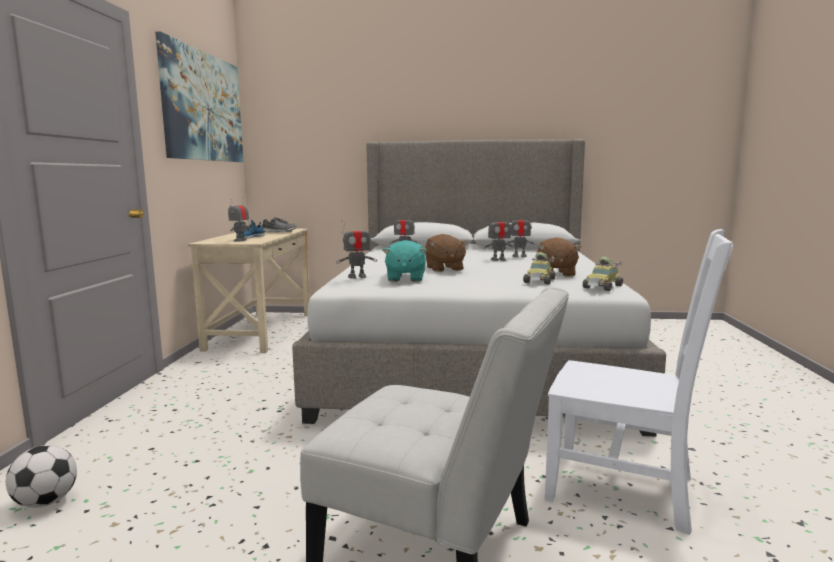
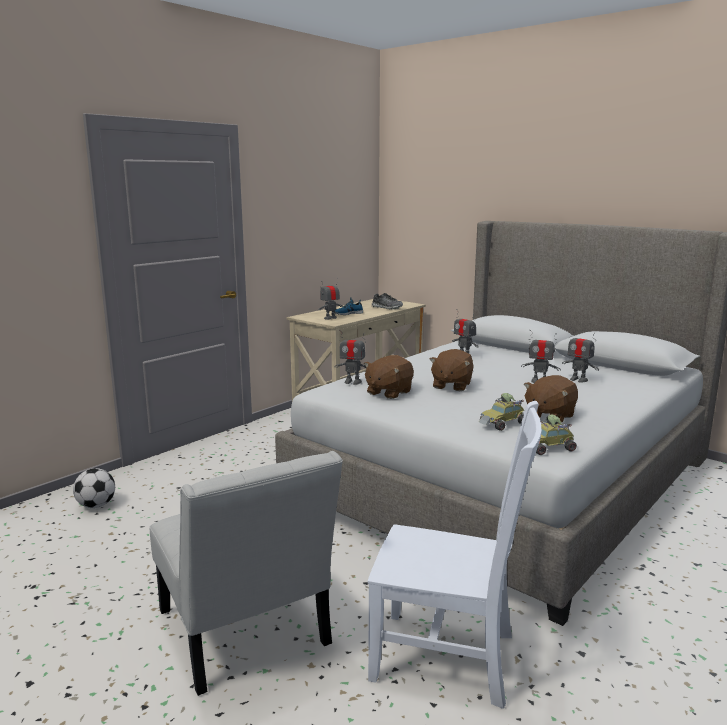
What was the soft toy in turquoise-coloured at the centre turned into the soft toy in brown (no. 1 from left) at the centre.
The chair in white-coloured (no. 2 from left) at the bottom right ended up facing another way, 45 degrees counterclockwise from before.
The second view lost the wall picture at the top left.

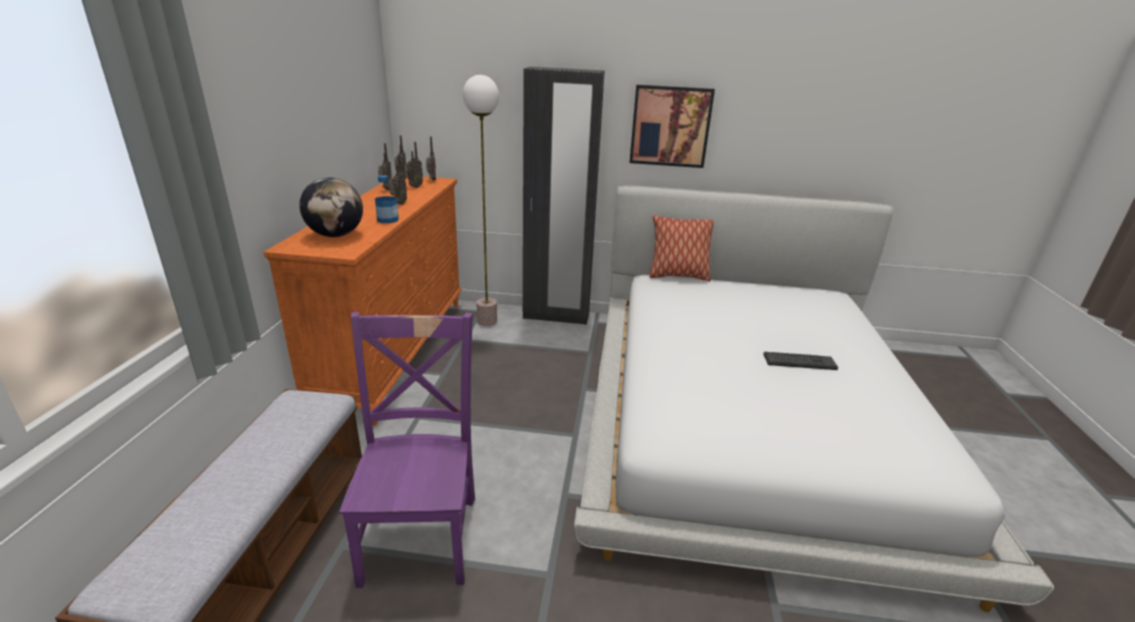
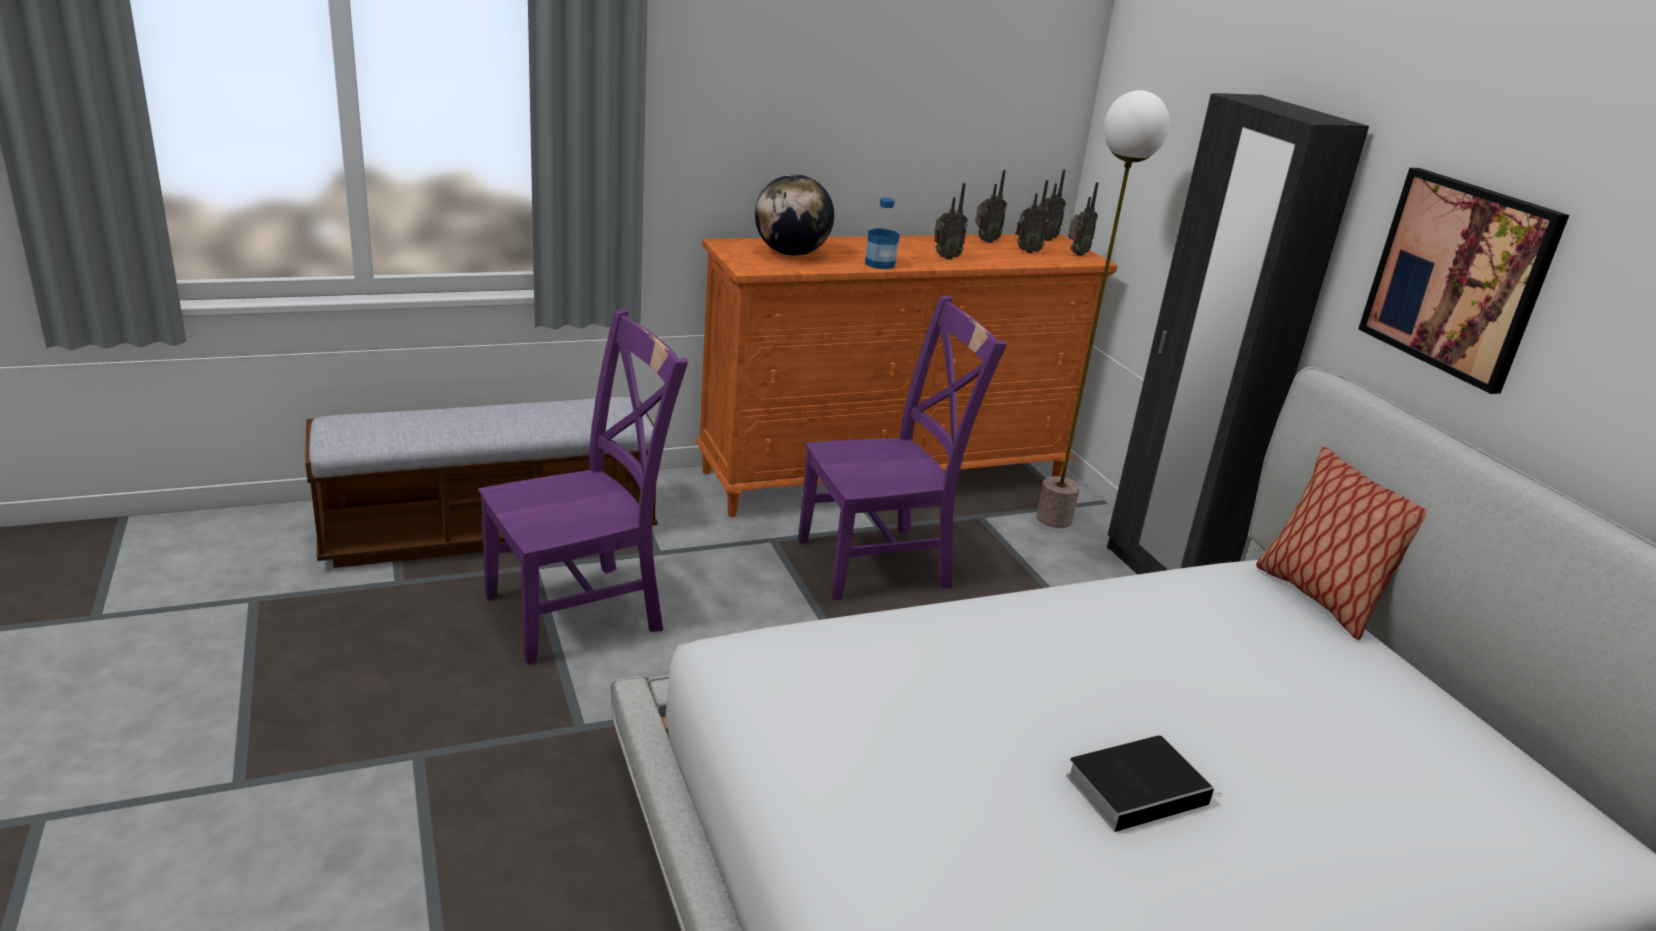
The second view gained the chair in purple (no. 2 from left) at the centre.
Where the keyboard stood at the middle right, the book came to stand at the bottom right.

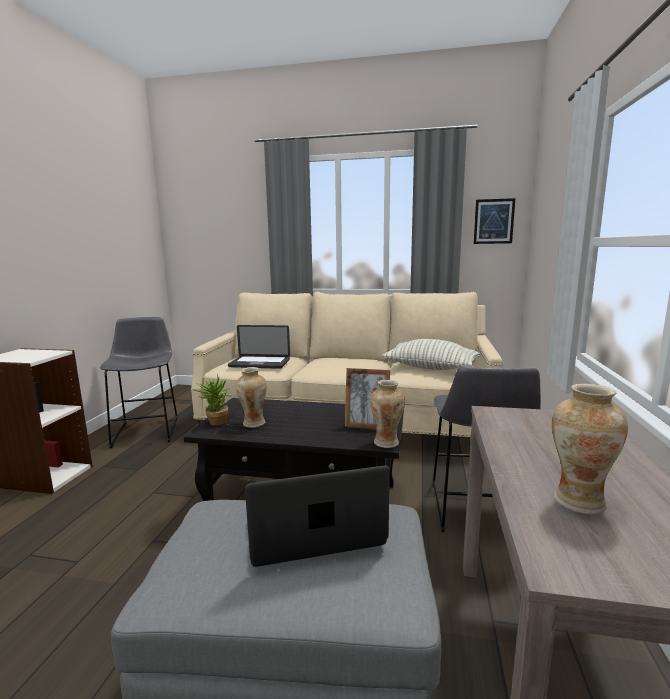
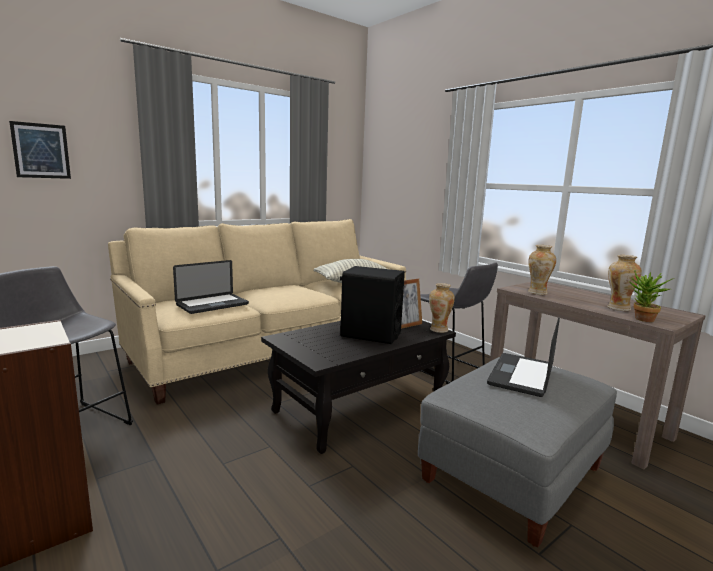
The wall picture ended up elsewhere, having gone from the top right to the top left.
The second view gained the speaker in black at the centre.
The decorative vase (no. 1 from left in the first image) ended up elsewhere, having gone from the centre to the middle right.
The houseplant ended up elsewhere, having gone from the middle left to the middle right.

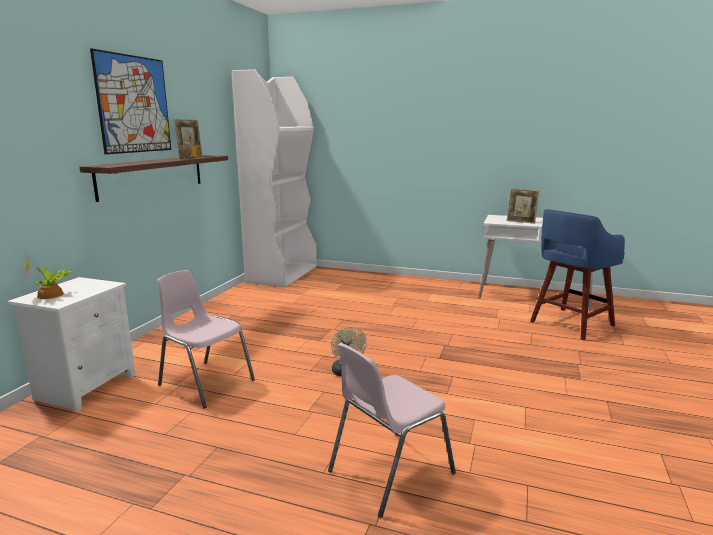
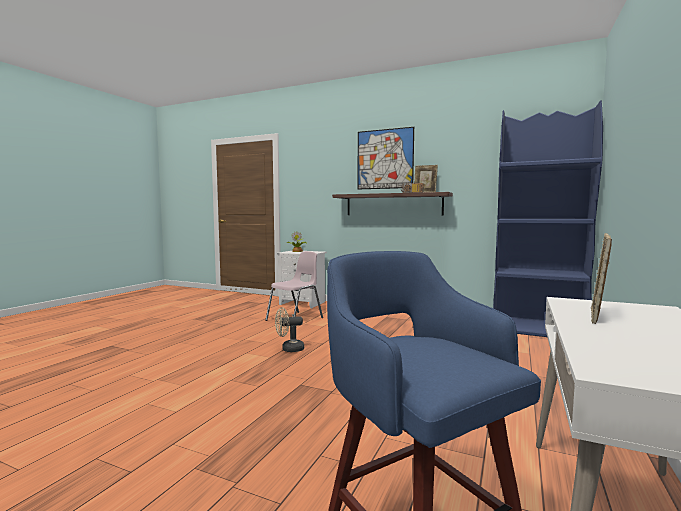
What was the bookcase in white-coloured at the top centre turned into the bookcase in blue-coloured at the middle right.
The second view lost the chair in pink (no. 2 from left) at the bottom centre.

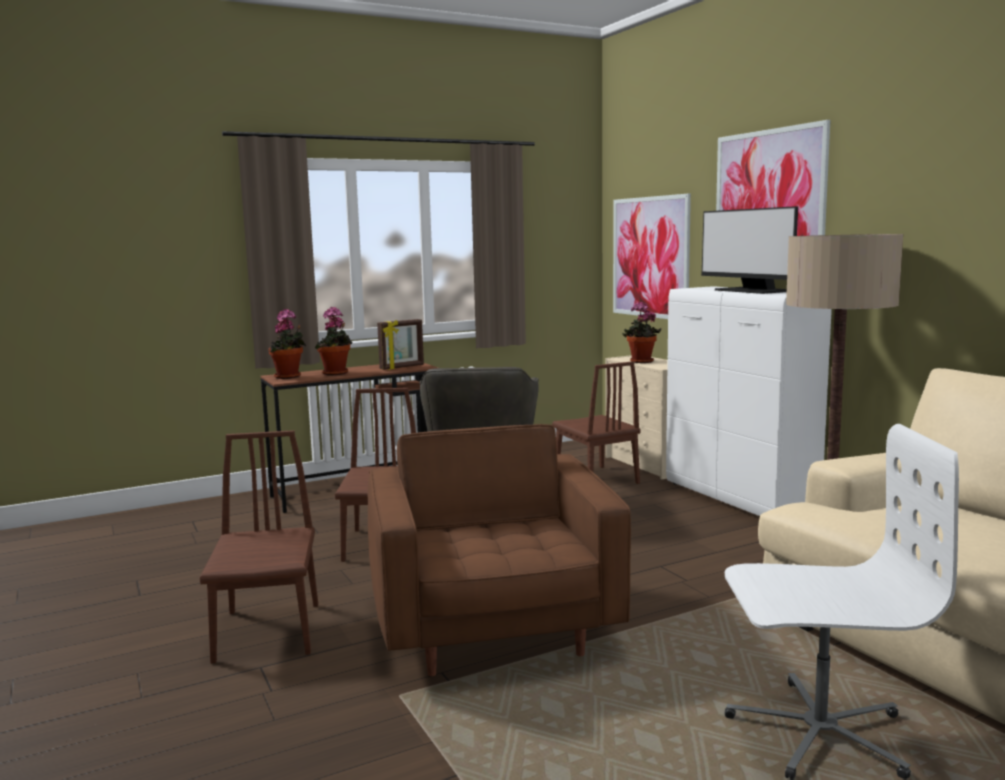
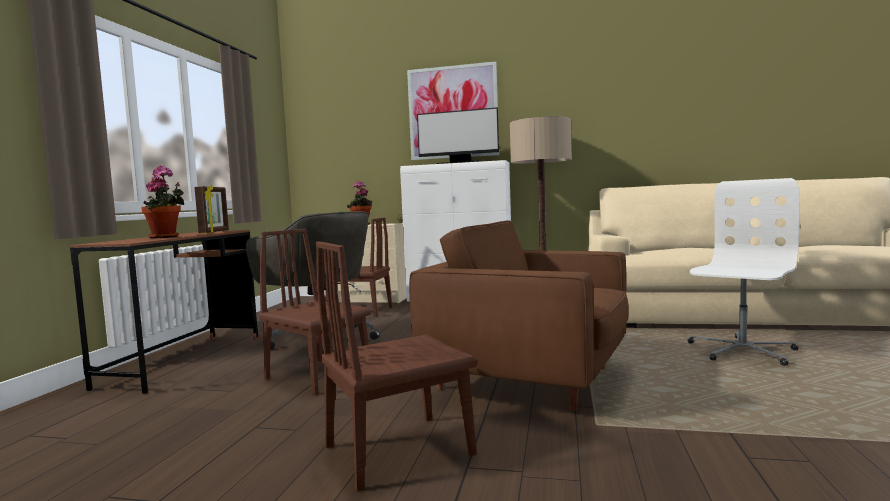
The chair in brown (no. 1 from left in the first image) at the bottom left ended up facing another way, 60 degrees counterclockwise from before.
The second view lost the houseplant (no. 1 from left) at the middle left.
The second view lost the wall picture (no. 1 from left) at the top centre.

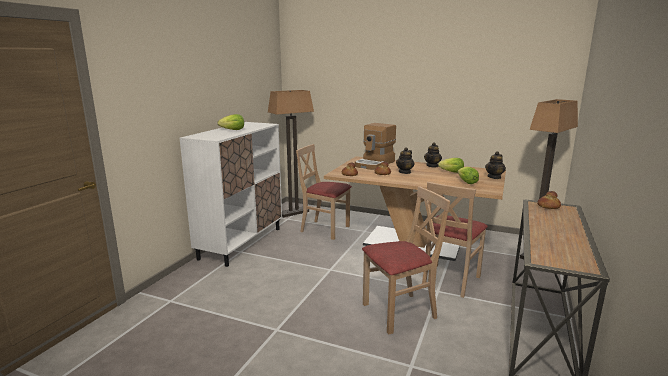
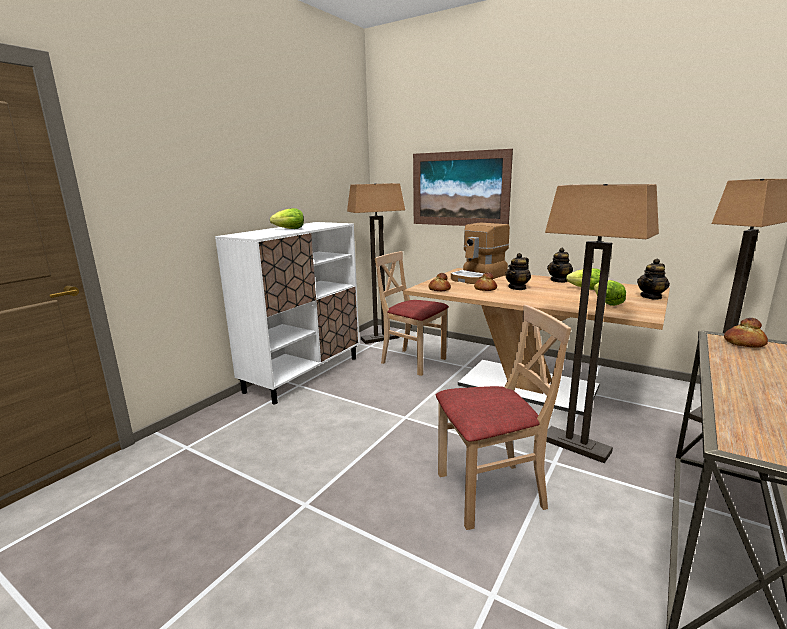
The second view gained the wall picture at the top centre.
Where the chair in beige (no. 3 from left) stood at the middle right, the standard lamp (no. 2 from left) came to stand at the middle right.

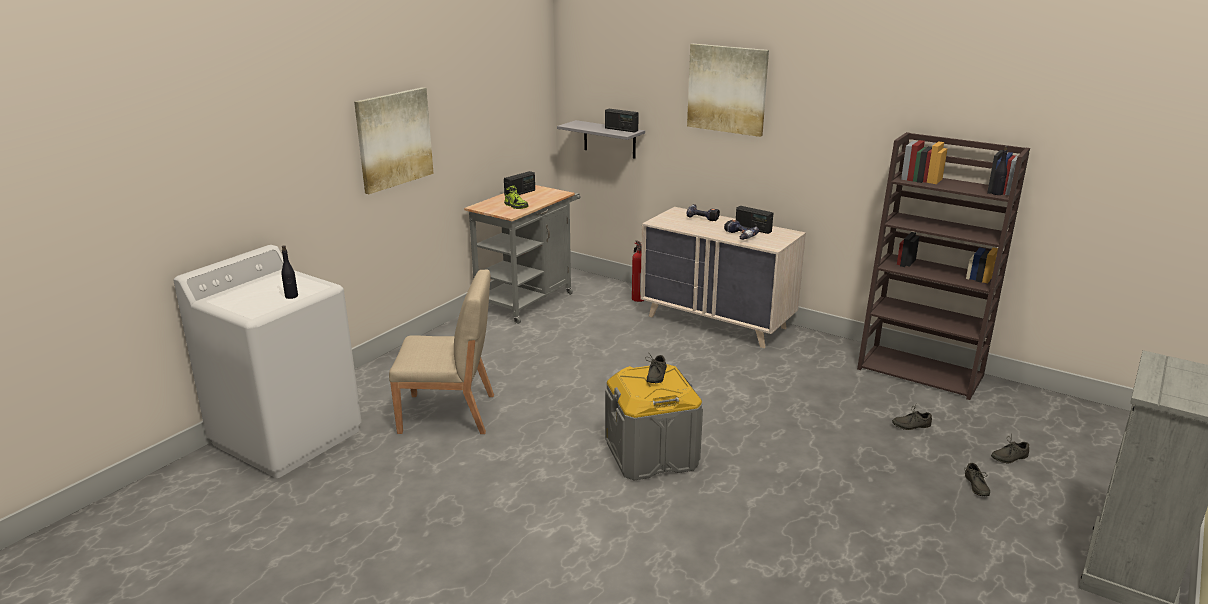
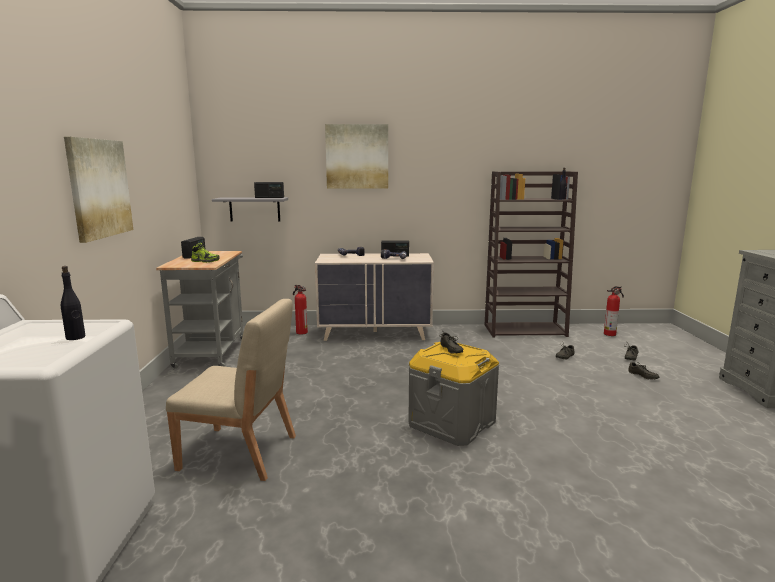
The chair in beige at the centre ended up facing another way, 45 degrees clockwise from before.
The second view gained the fire extinguisher (no. 2 from left) at the middle right.

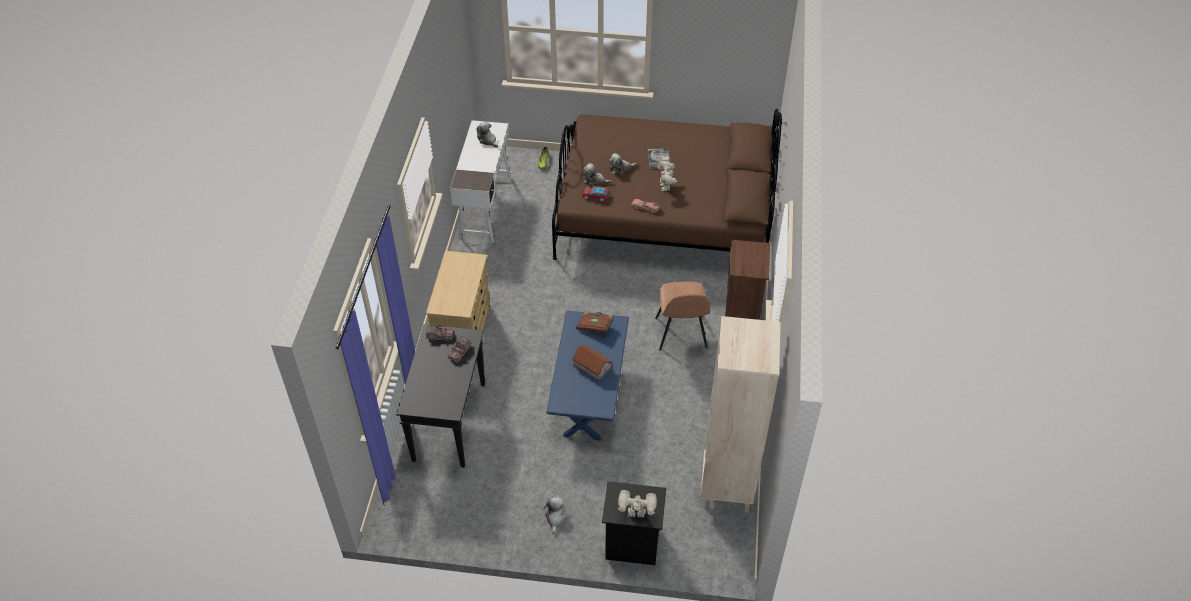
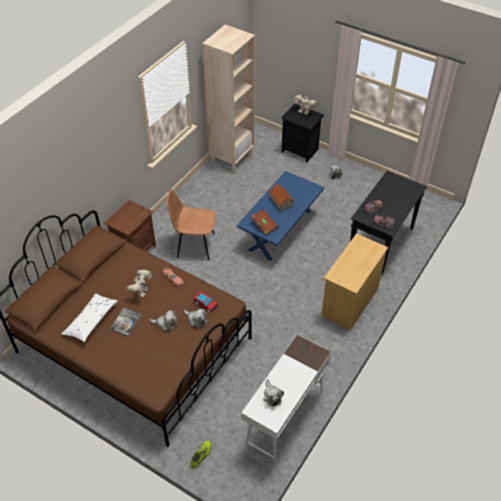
The second view gained the cushion in white-coloured at the middle left.
The chair in brown at the centre ended up facing another way, 105 degrees counterclockwise from before.

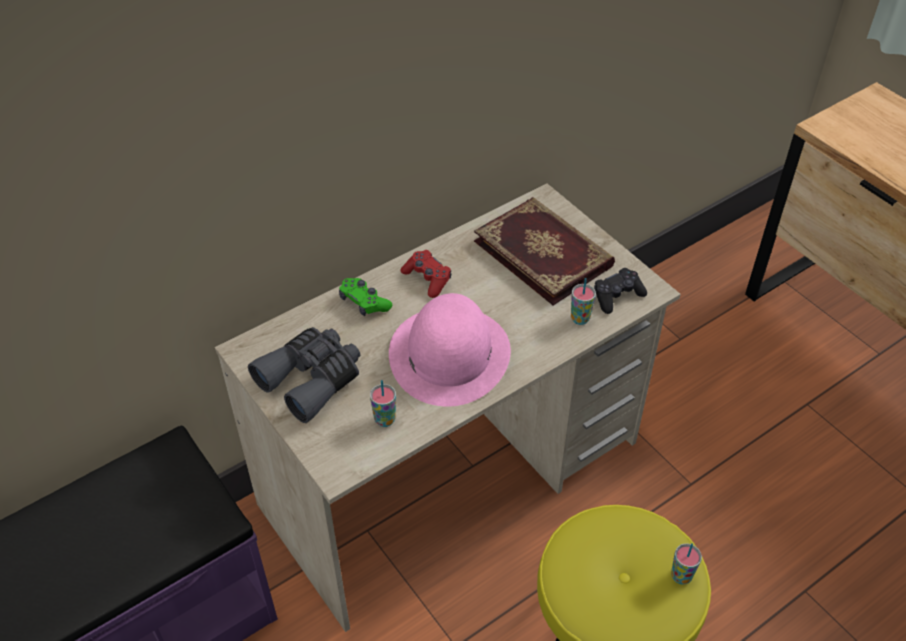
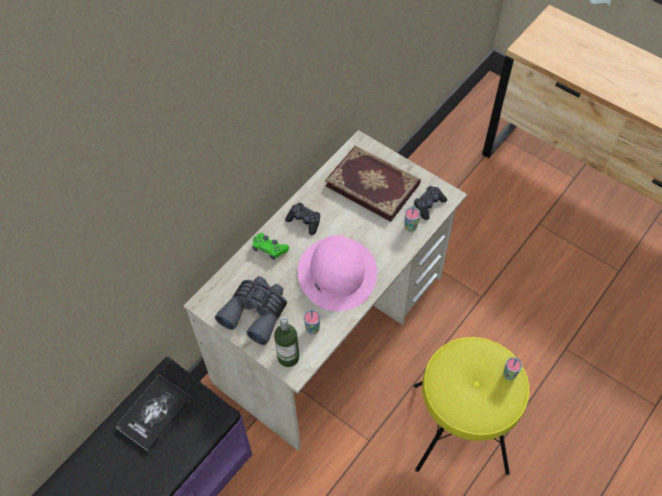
The second view gained the book (no. 1 from left) at the bottom left.
The second view gained the drink bottle at the bottom centre.
What was the gamepad in reddish at the centre turned into the gamepad in black (no. 1 from left) at the centre.

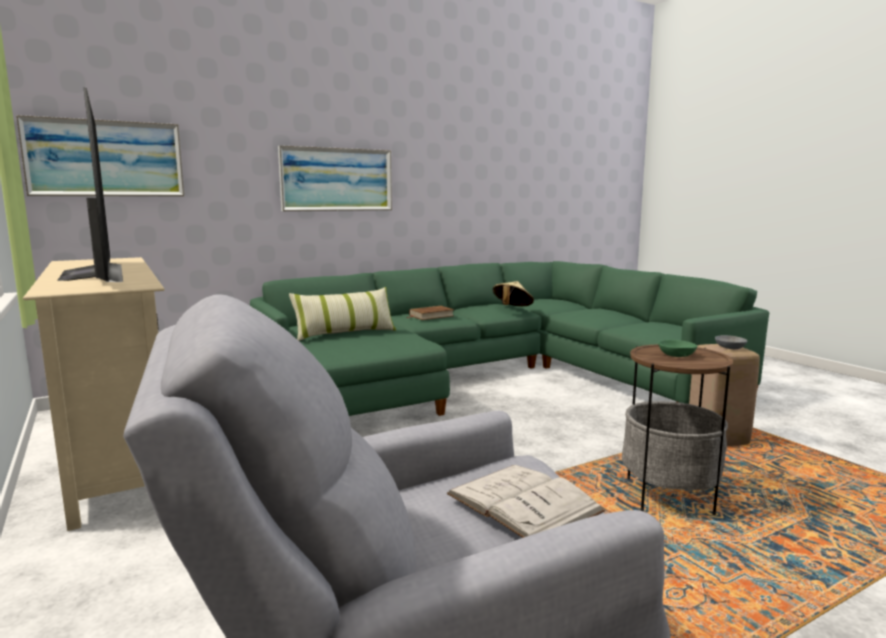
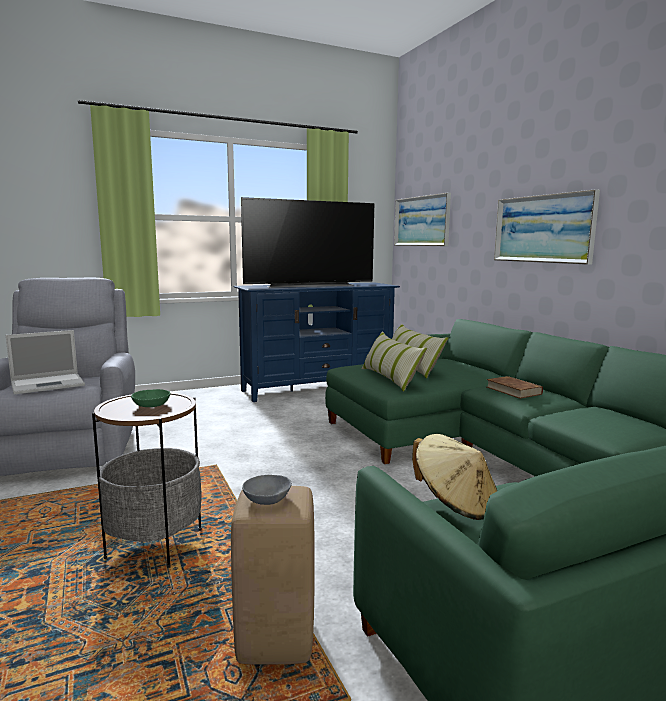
Where the book in white-coloured stood at the bottom centre, the notebook computer came to stand at the middle left.
What was the tv stand in beige at the middle left turned into the tv stand in blue-coloured at the centre.
The second view gained the cushion (no. 1 from left) at the centre.
The wearable hat in beige ended up elsewhere, having gone from the centre to the bottom right.

